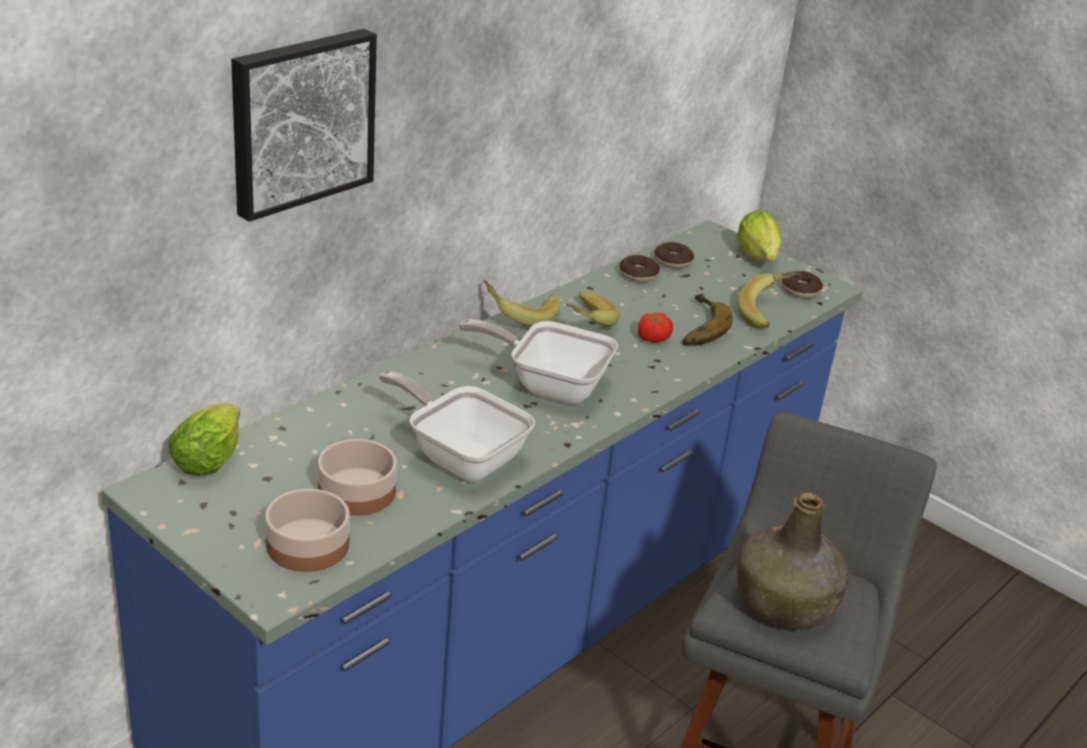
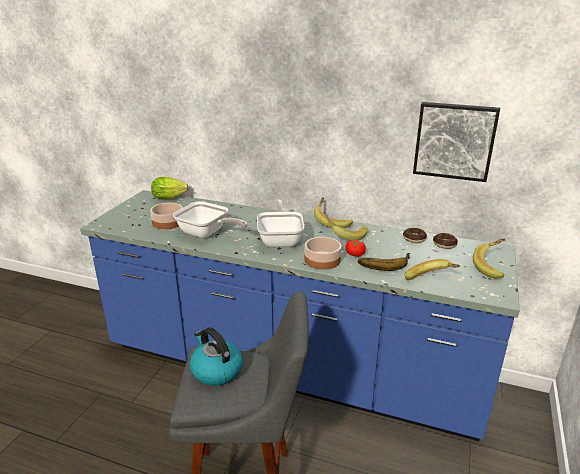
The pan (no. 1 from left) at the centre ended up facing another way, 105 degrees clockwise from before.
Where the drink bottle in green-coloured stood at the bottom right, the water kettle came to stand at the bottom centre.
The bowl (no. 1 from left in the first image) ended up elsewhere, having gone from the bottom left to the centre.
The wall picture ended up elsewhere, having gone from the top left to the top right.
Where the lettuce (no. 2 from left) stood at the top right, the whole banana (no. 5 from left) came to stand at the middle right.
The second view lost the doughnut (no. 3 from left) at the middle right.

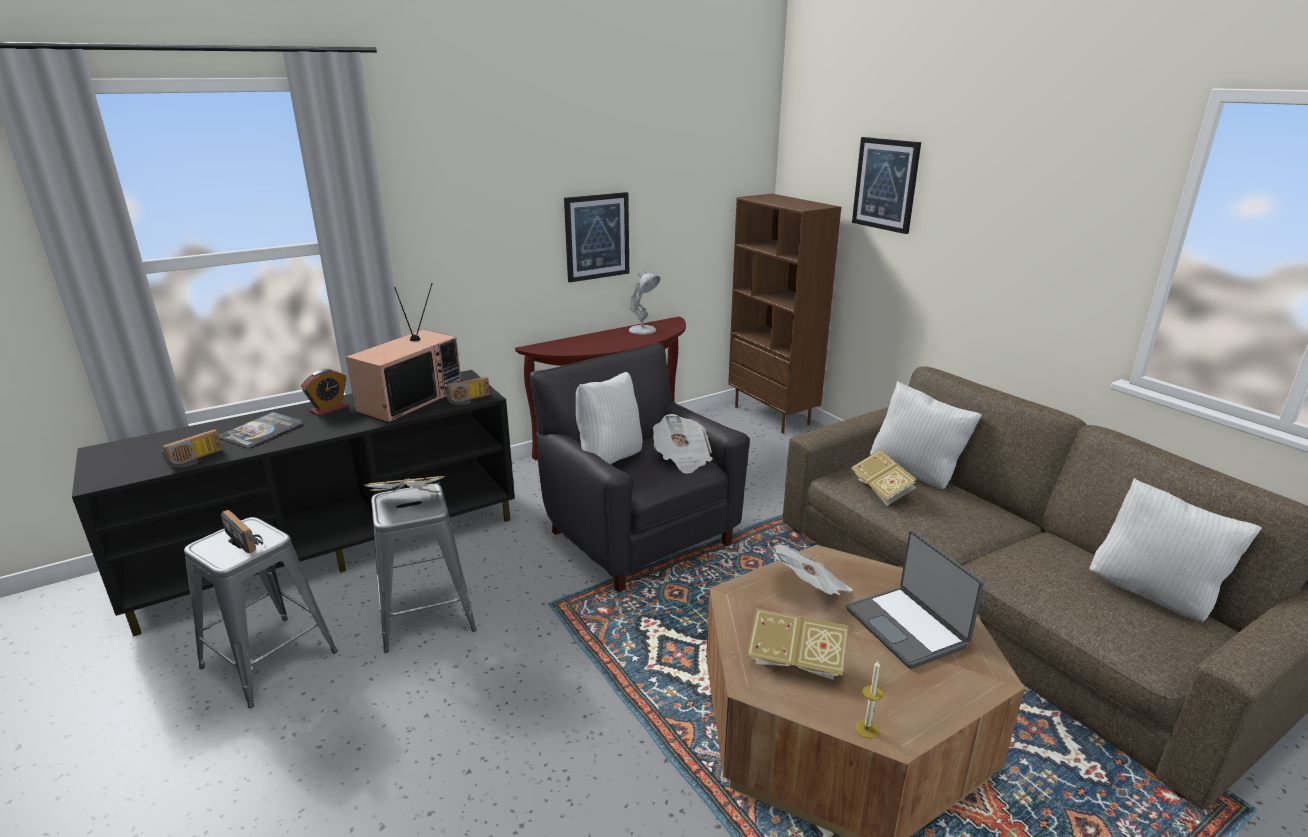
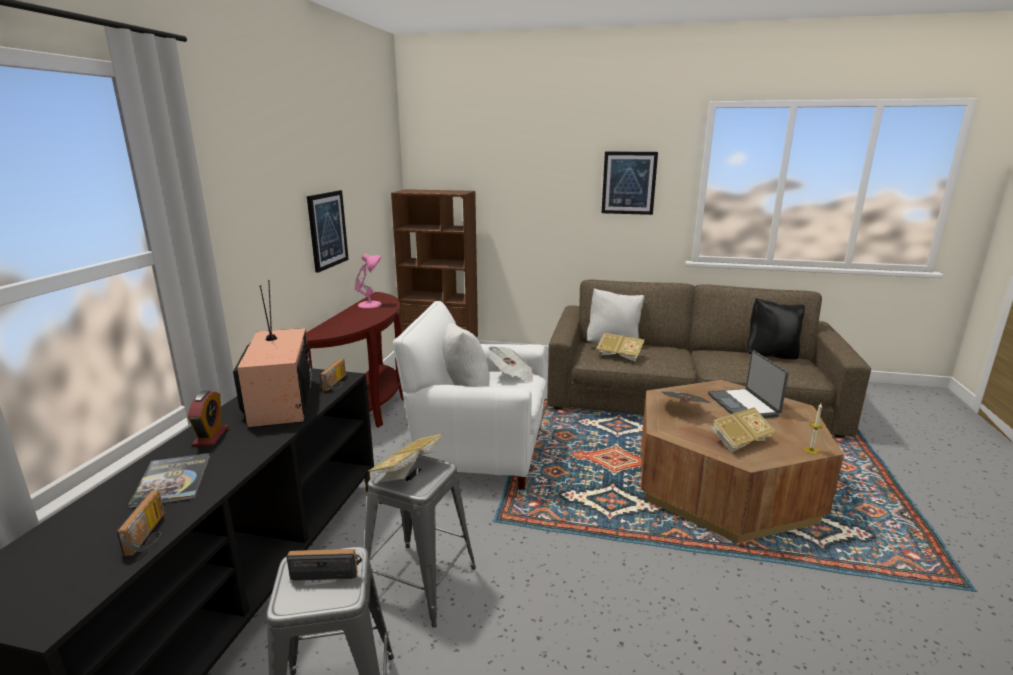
What was the tabletop lamp in white-coloured at the centre turned into the tabletop lamp in pink at the centre.
What was the easy chair in black at the centre turned into the easy chair in white-coloured at the centre.
The wall picture (no. 2 from left) ended up elsewhere, having gone from the top right to the top centre.
The notebook computer at the bottom right ended up facing another way, 60 degrees clockwise from before.
What was the cushion in white-coloured (no. 3 from left) at the middle right turned into the cushion in black at the middle right.

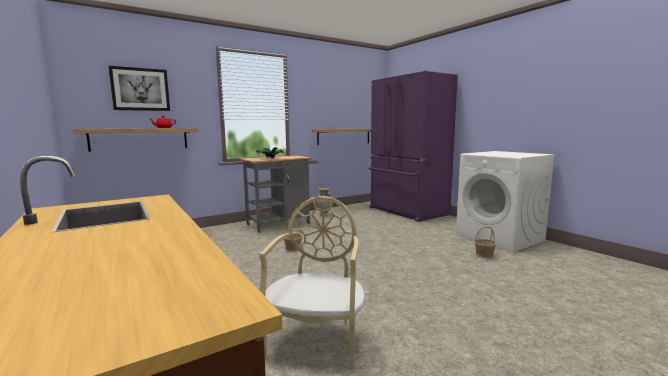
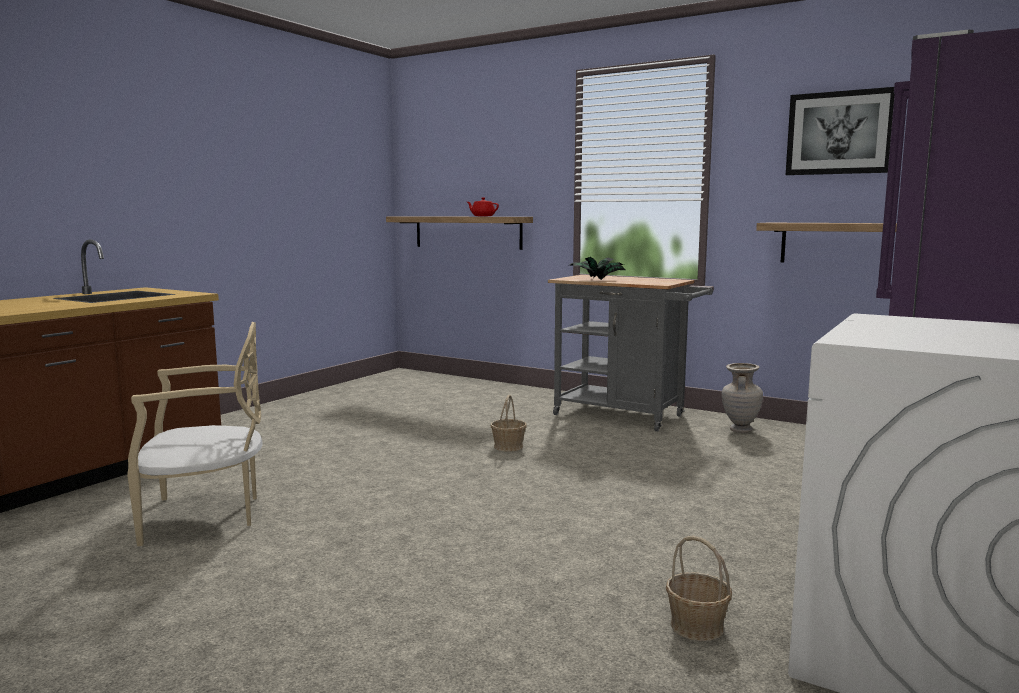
The wall picture ended up elsewhere, having gone from the top left to the top right.

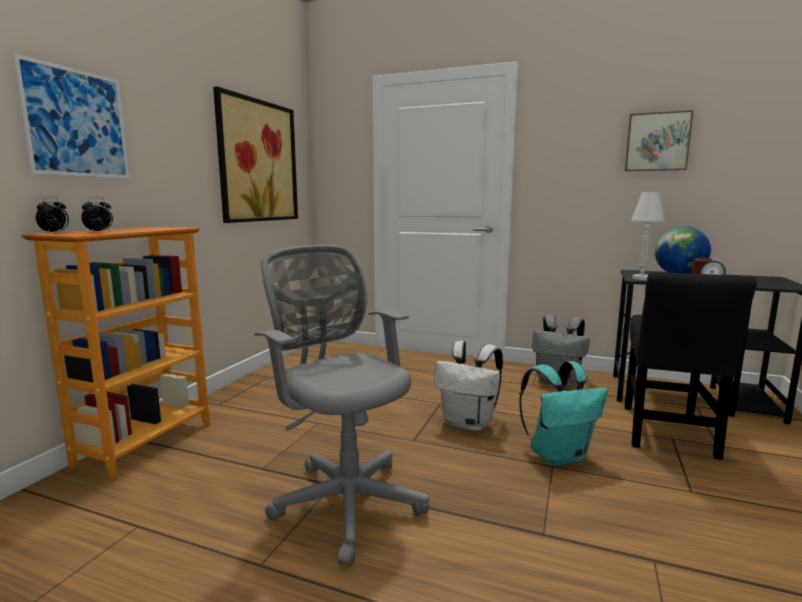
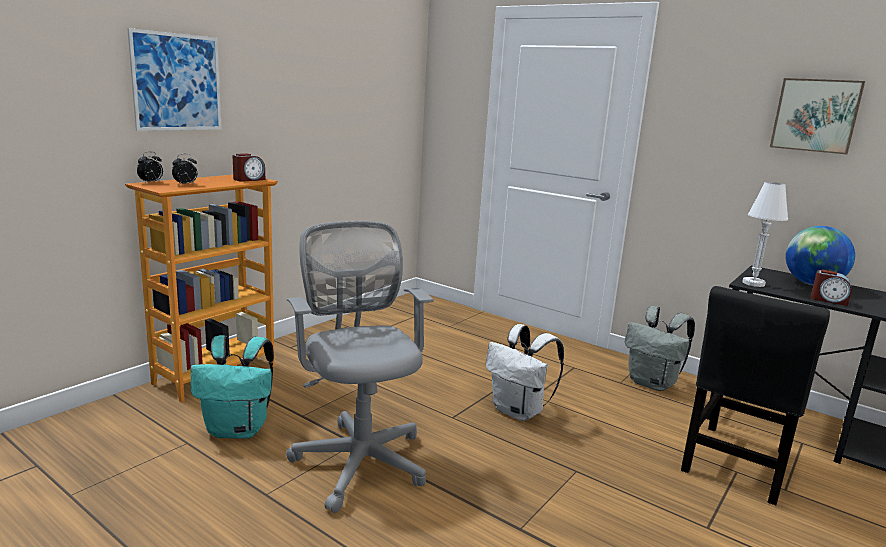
The backpack in turquoise-coloured ended up elsewhere, having gone from the bottom right to the bottom left.
The second view gained the alarm clock (no. 3 from left) at the top left.
The second view lost the wall picture (no. 2 from left) at the top left.

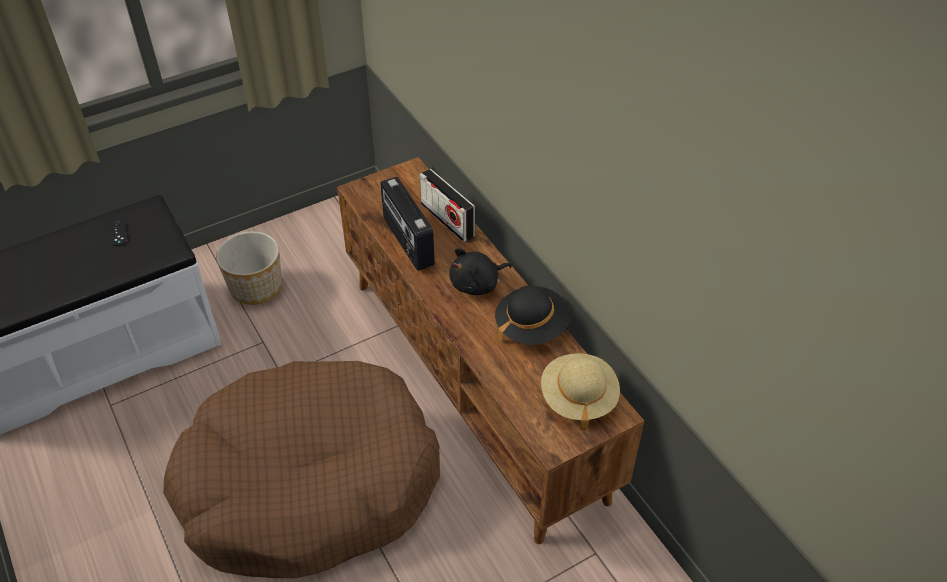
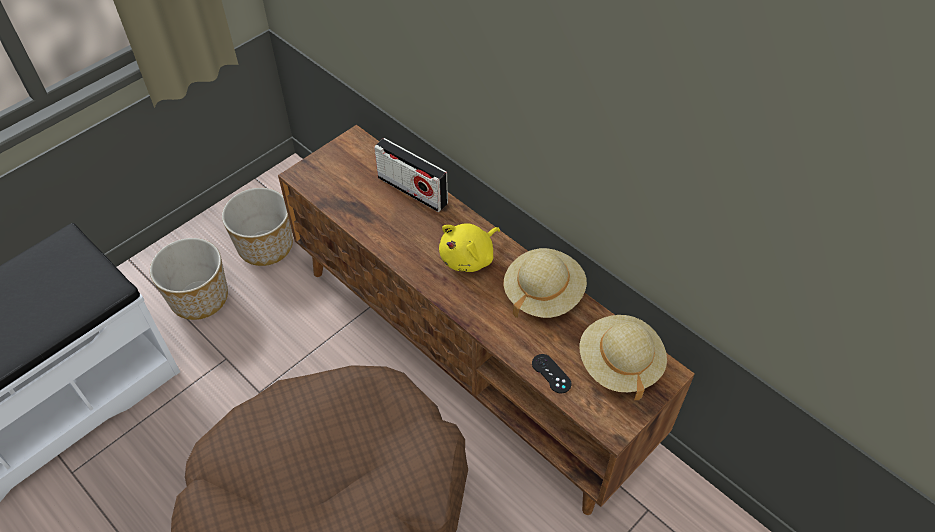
The second view gained the plant pot (no. 2 from left) at the middle left.
What was the soft toy in black at the centre turned into the soft toy in yellow at the centre.
What was the wearable hat in black at the centre turned into the wearable hat in beige (no. 1 from left) at the centre.
The gamepad in black ended up elsewhere, having gone from the middle left to the bottom centre.
The second view lost the radio set (no. 1 from left) at the centre.

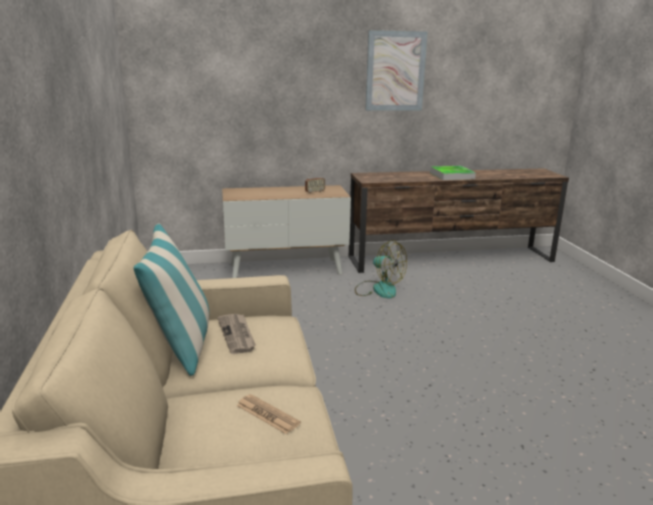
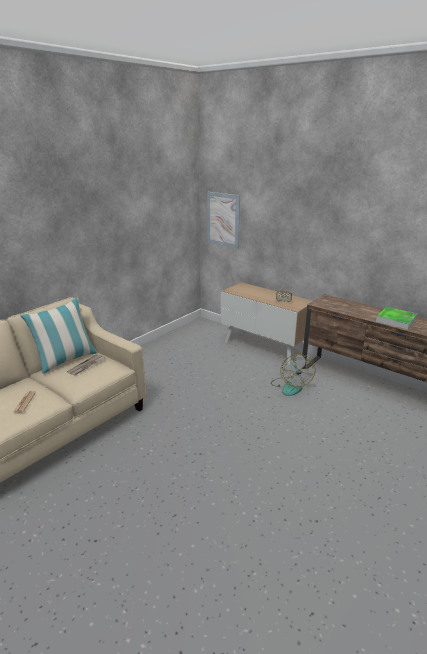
The wall picture ended up elsewhere, having gone from the top centre to the centre.

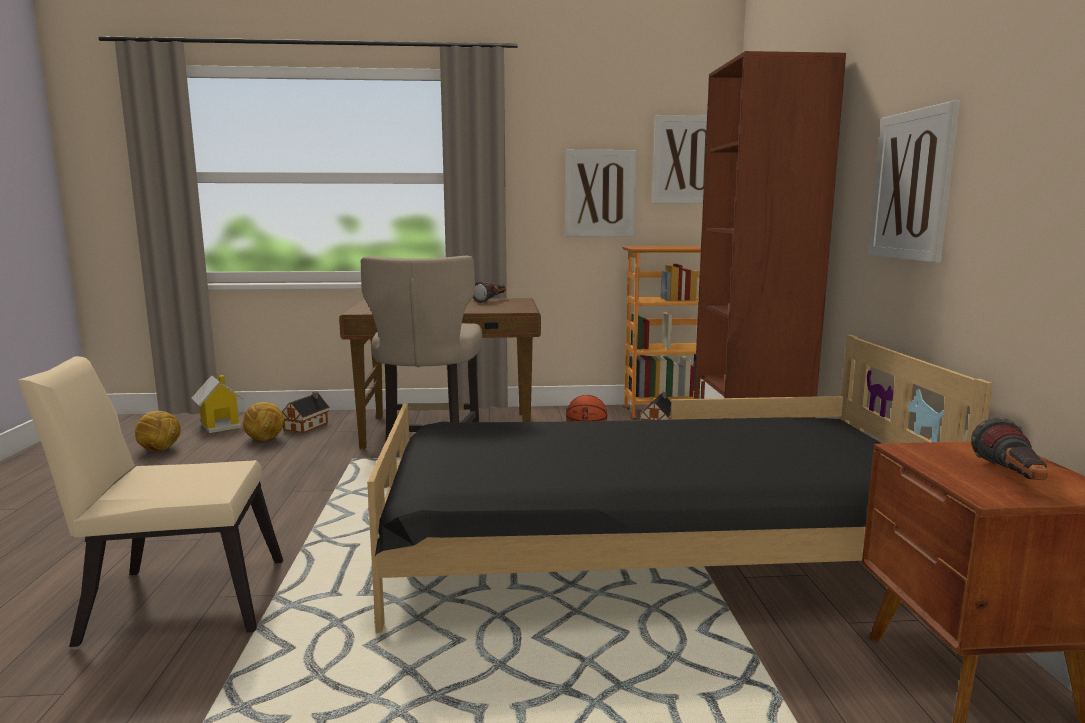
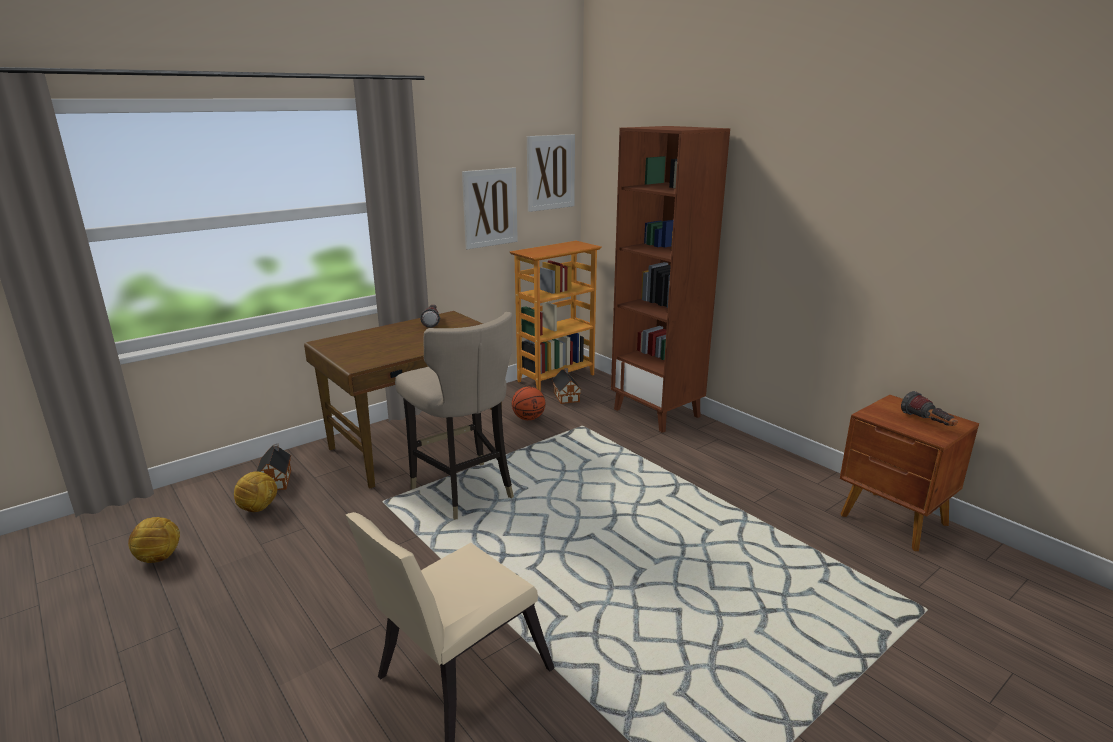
The second view lost the model house (no. 1 from left) at the middle left.
The second view lost the bed in black at the bottom centre.
The second view lost the wall picture (no. 3 from left) at the top right.

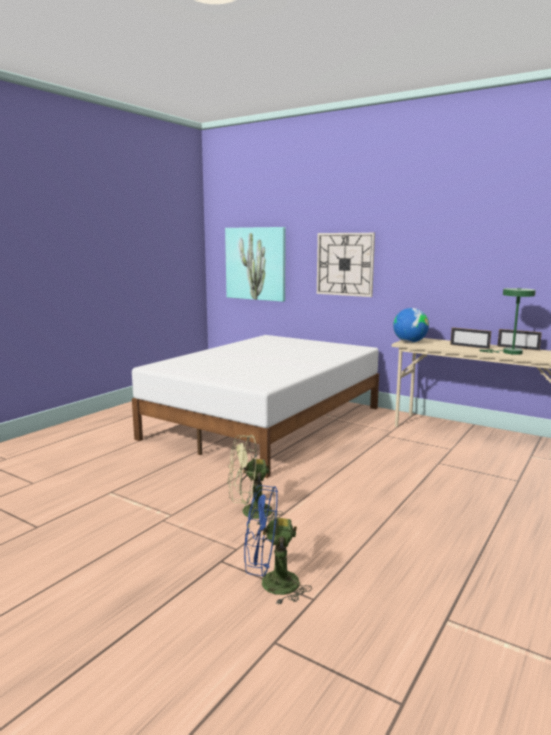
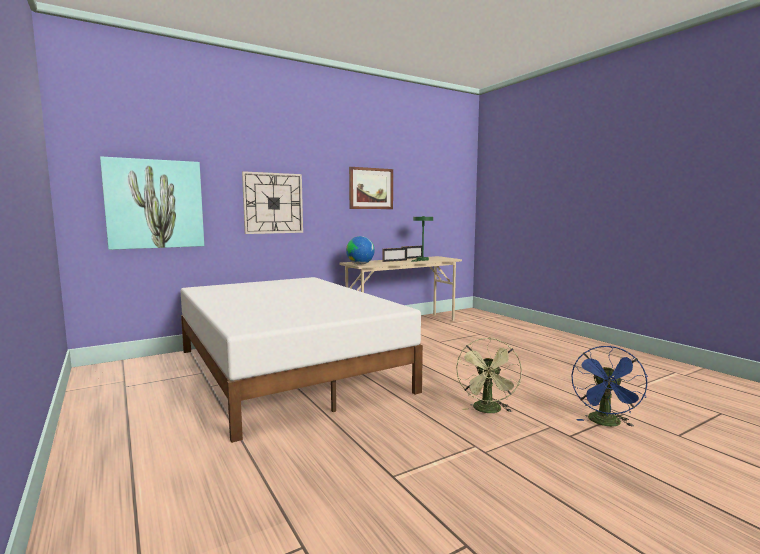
The second view gained the wall picture (no. 2 from left) at the centre.

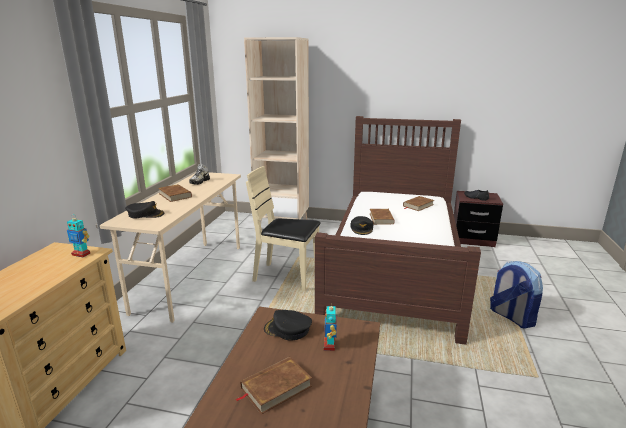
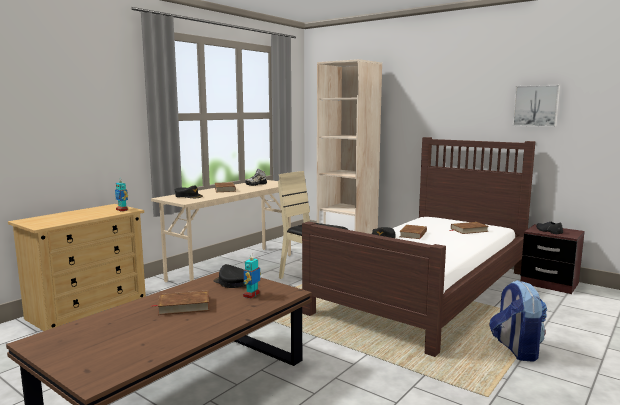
The second view gained the wall picture at the top right.

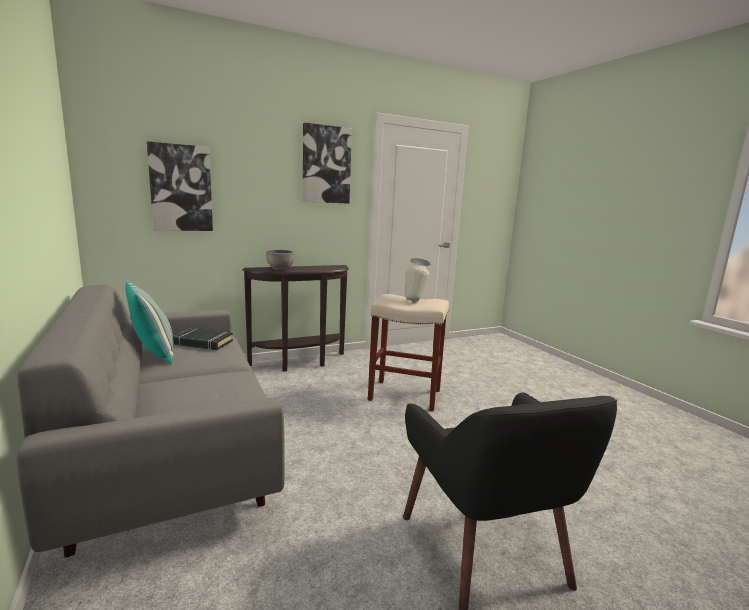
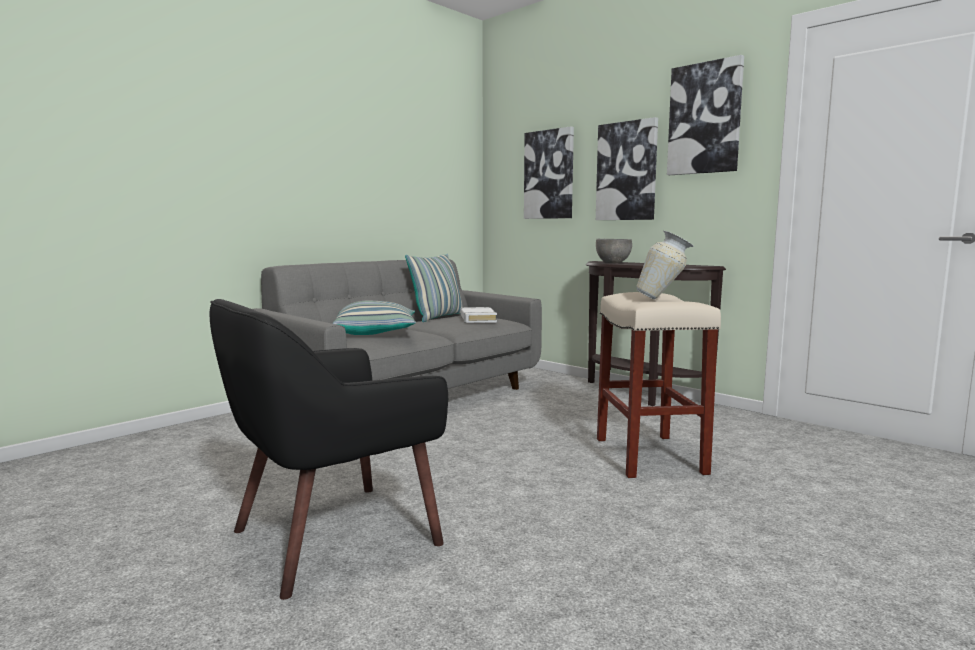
The second view gained the cushion (no. 1 from left) at the centre.
What was the book in black at the middle left turned into the book in white-coloured at the centre.
The second view gained the wall picture (no. 2 from left) at the top centre.

